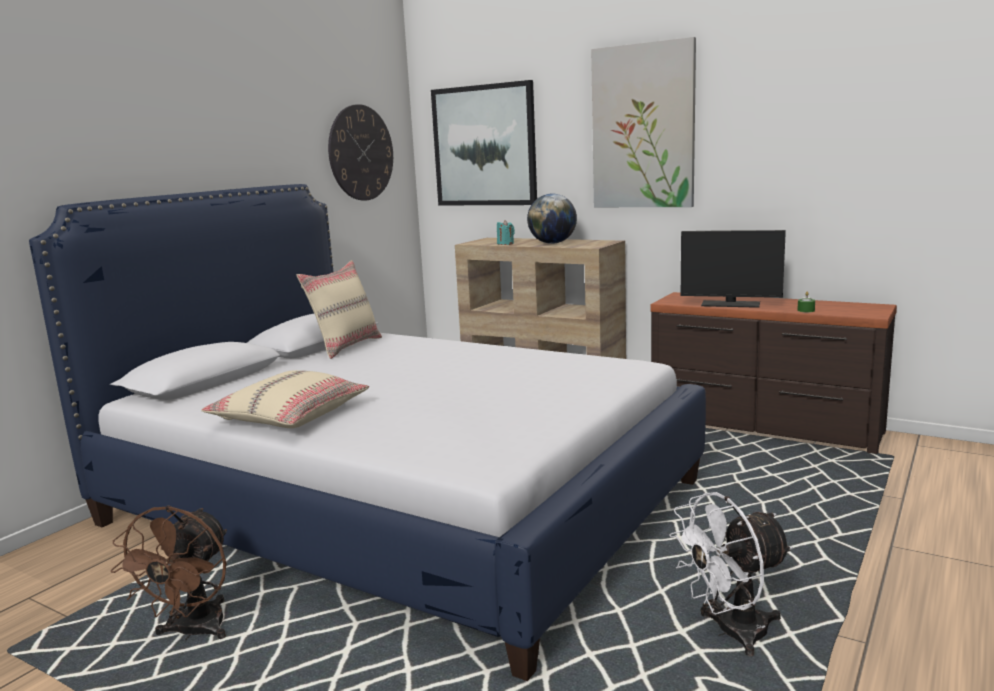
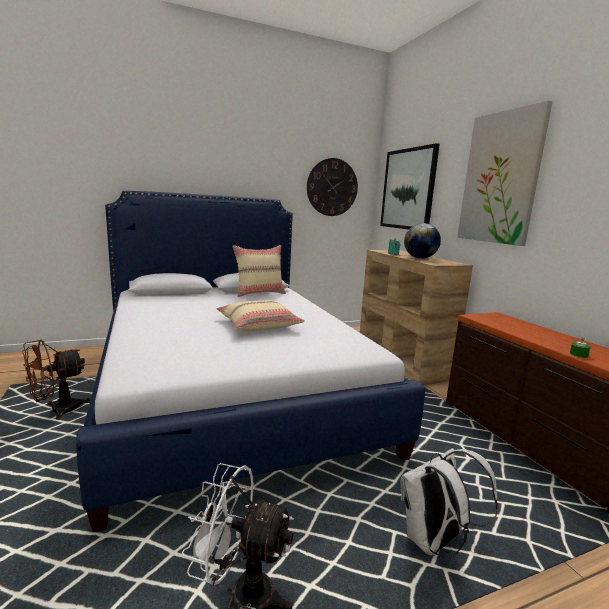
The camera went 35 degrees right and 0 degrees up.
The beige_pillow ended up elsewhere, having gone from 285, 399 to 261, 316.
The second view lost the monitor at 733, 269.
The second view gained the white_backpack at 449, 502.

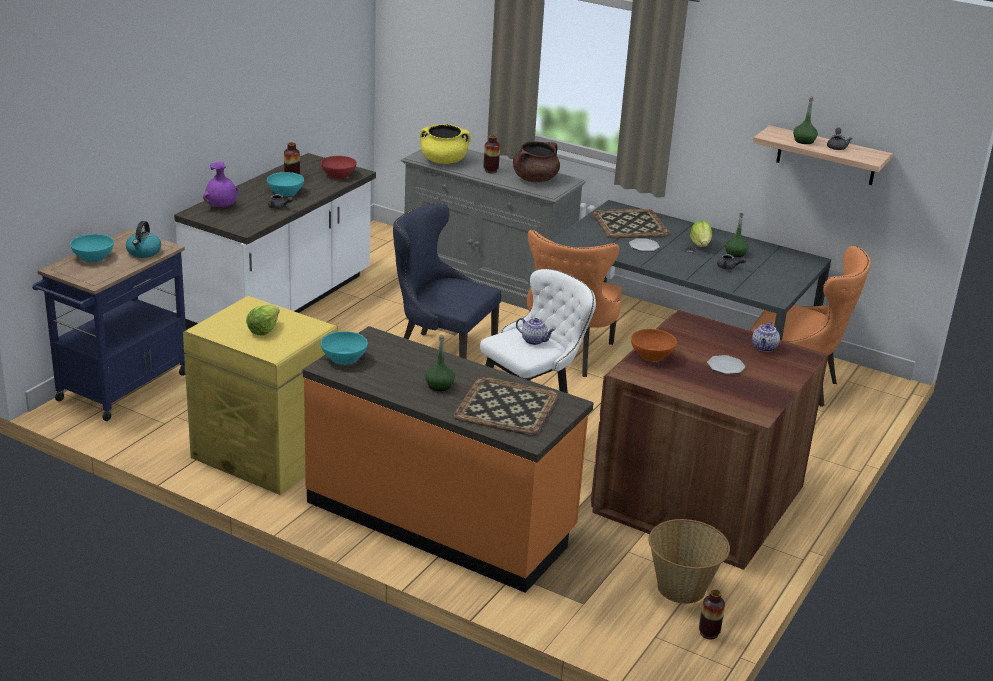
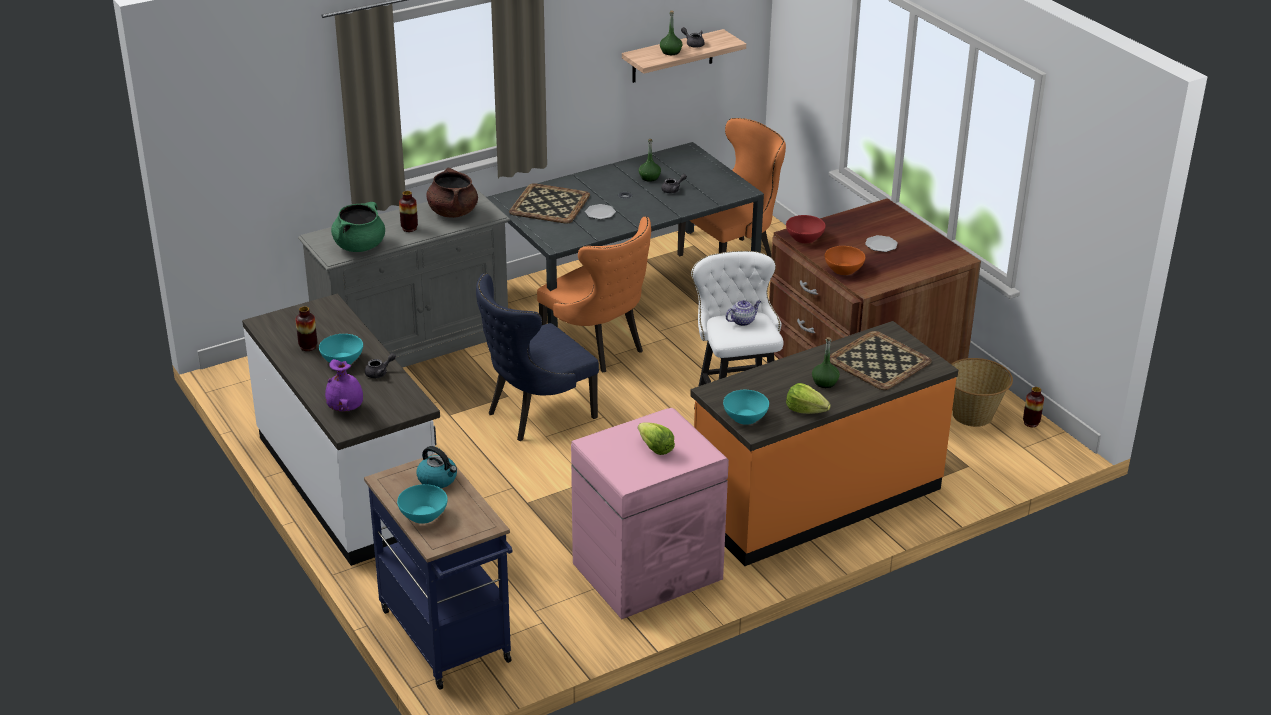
The camera went 60 degrees left and 5 degrees up.
What was the yellow_washing_machine at 260, 395 turned into the pink_washing_machine at 650, 513.
The red_bowl ended up elsewhere, having gone from 339, 167 to 806, 229.
What was the yellow_cooking_pot at 445, 144 turned into the green_cooking_pot at 358, 227.
The lettuce ended up elsewhere, having gone from 701, 233 to 808, 398.
The second view lost the teapot at 766, 336.

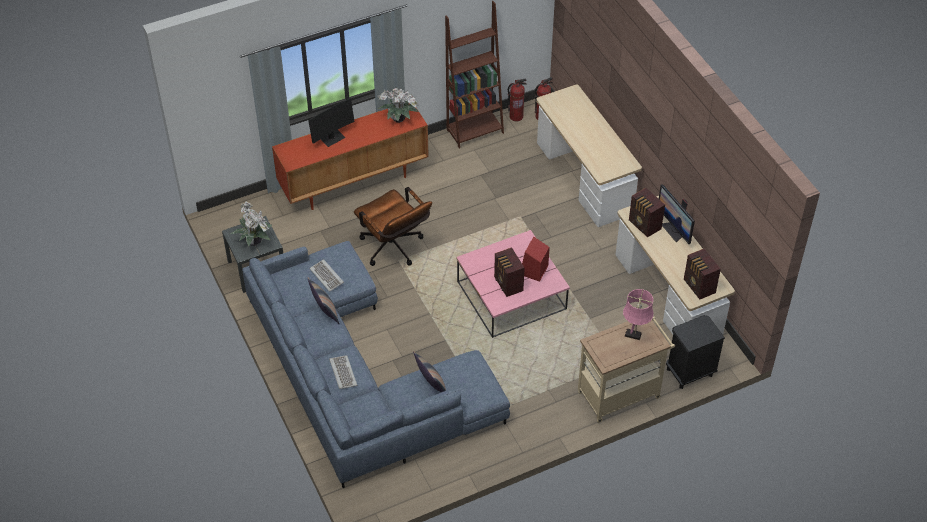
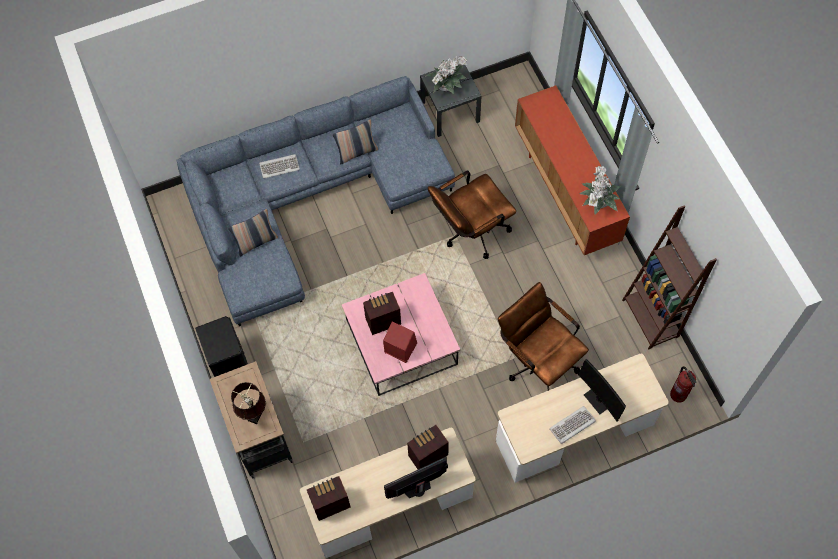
The camera went 95 degrees right and 15 degrees up.
The monitor ended up elsewhere, having gone from 331, 122 to 602, 390.
The keyboard ended up elsewhere, having gone from 327, 275 to 572, 425.
The second view lost the fire_extinguisher at 517, 99.
What was the beige_cart at 626, 370 turned into the black_cart at 251, 420.
What was the pink_table_lamp at 638, 314 turned into the brown_table_lamp at 248, 403.
The black_nightstand ended up elsewhere, having gone from 695, 352 to 221, 346.
The second view gained the brown_office_chair at 543, 336.

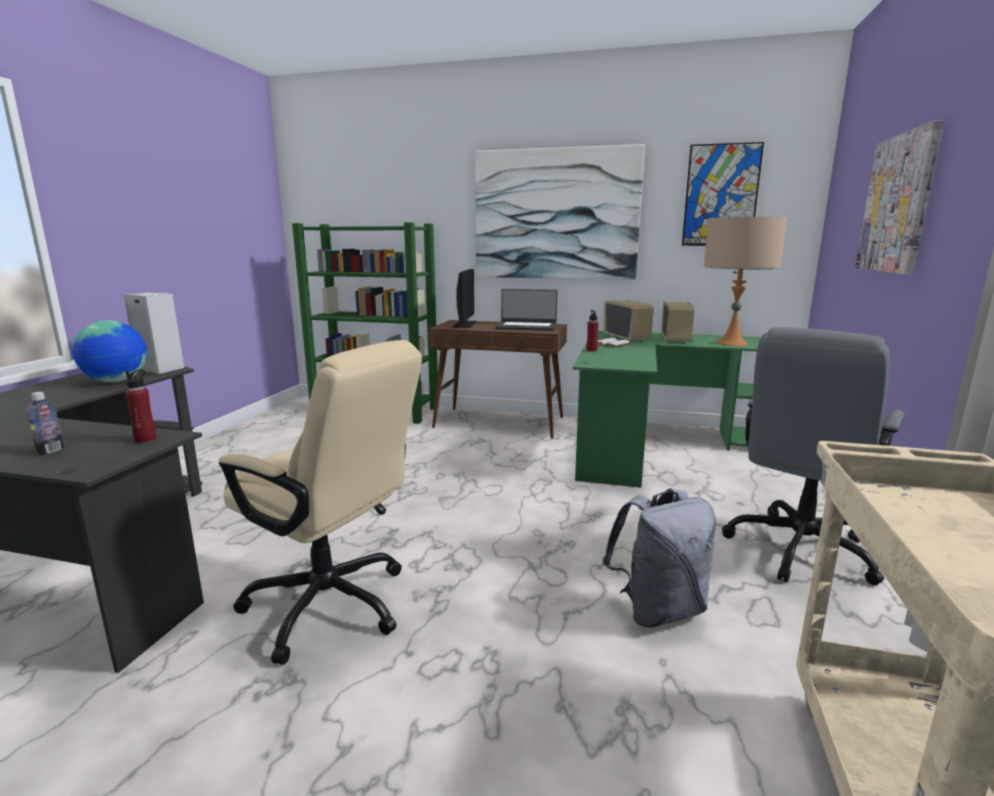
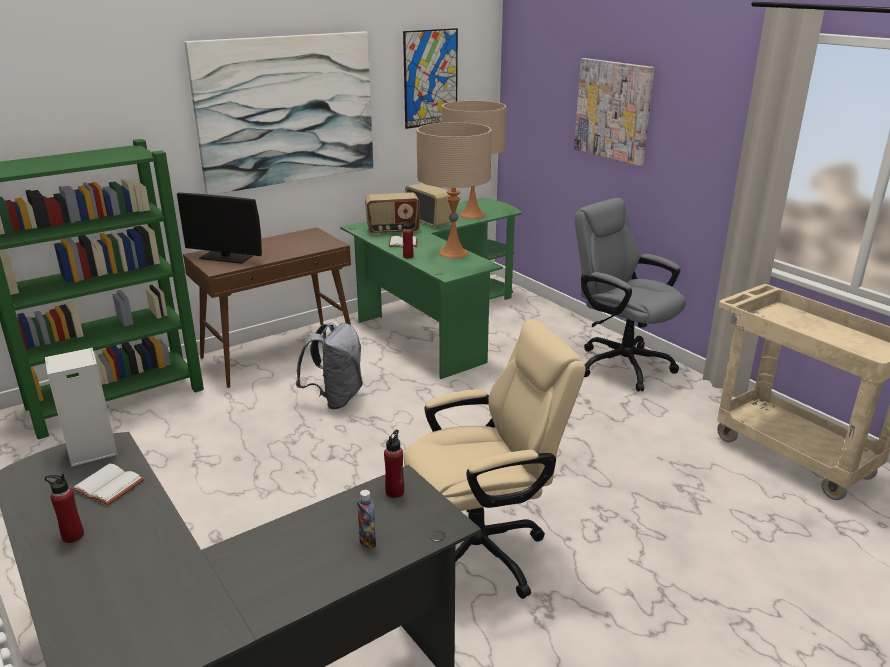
The camera went 50 degrees left and 10 degrees up.
Where the globe stood at 109, 351, the white_book came to stand at 108, 484.
The monitor at 465, 298 ended up facing another way, 150 degrees clockwise from before.
The second view lost the laptop at 526, 310.
The grey_backpack ended up elsewhere, having gone from 659, 558 to 329, 365.
The radio at 628, 321 ended up facing another way, 150 degrees clockwise from before.
The grey_office_chair at 813, 456 ended up facing another way, 150 degrees clockwise from before.
The second view gained the red_bottle at 64, 508.
The second view gained the beige_table_lamp at 454, 190.

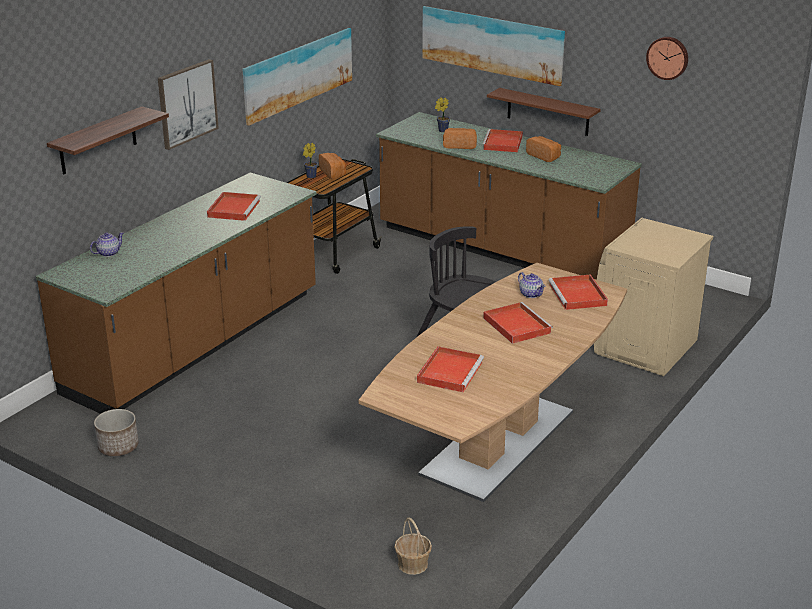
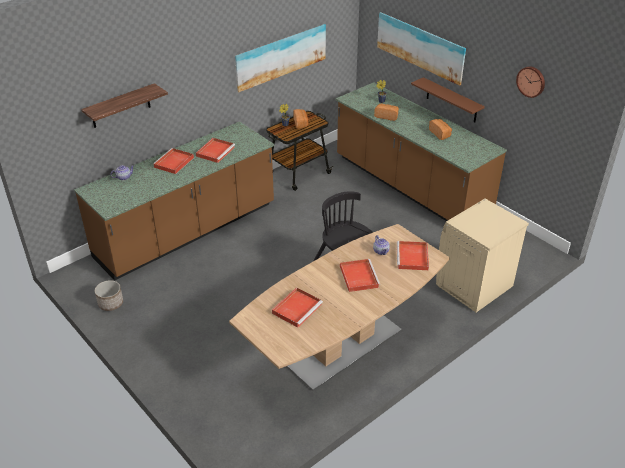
The camera went 15 degrees right and 10 degrees up.
The second view lost the picture at 188, 104.
The second view lost the basket at 413, 546.
The red_tray ended up elsewhere, having gone from 502, 140 to 173, 161.

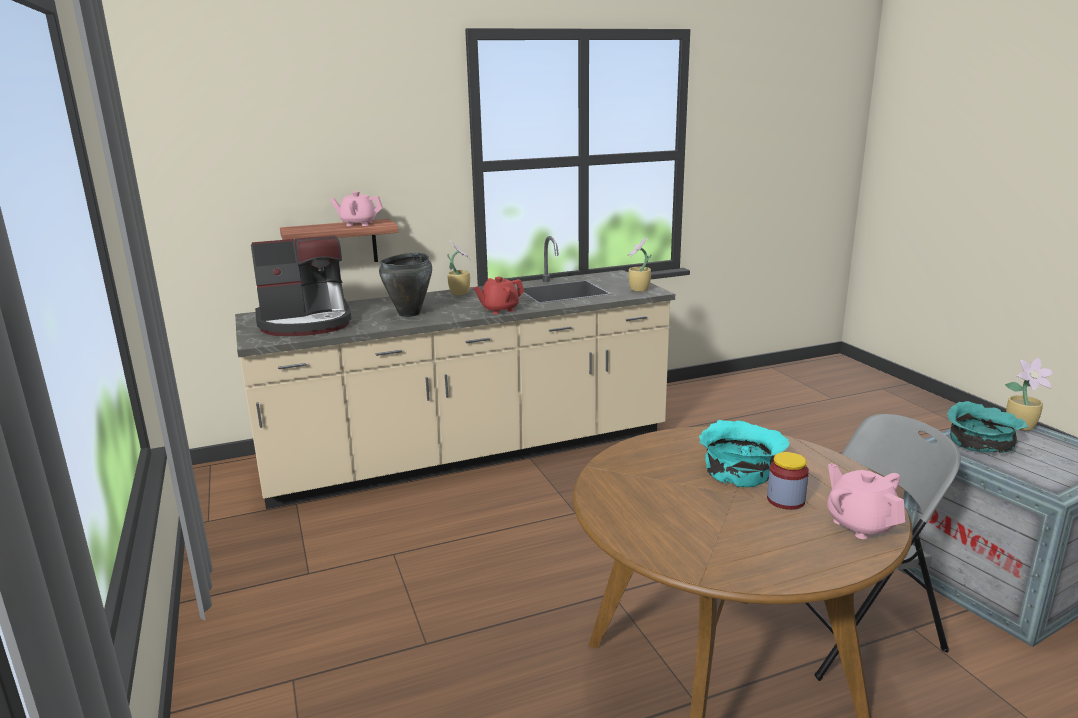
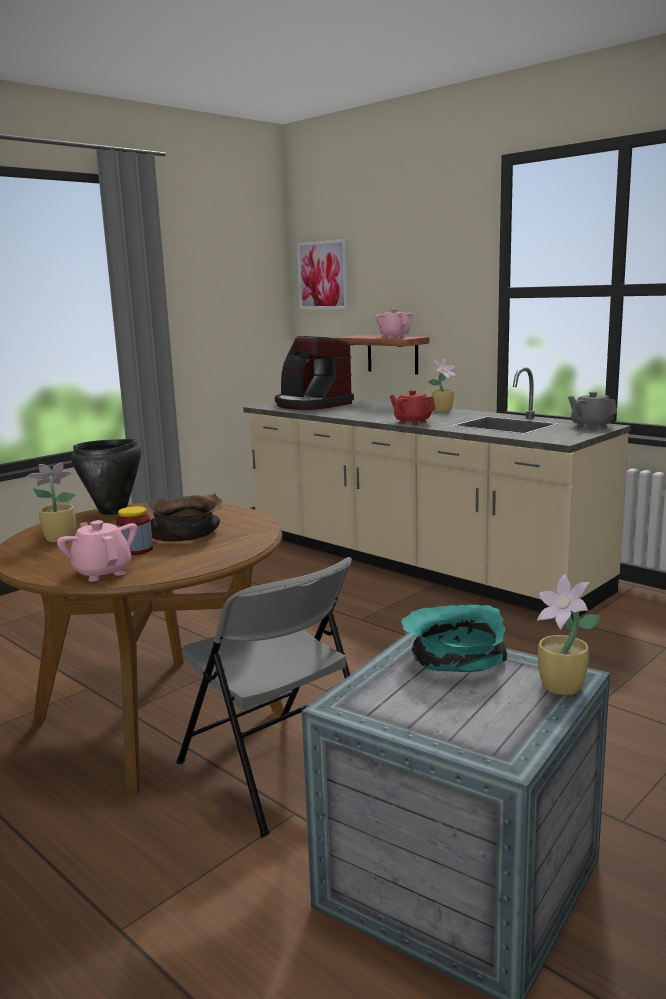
The camera went 65 degrees right and 5 degrees down.
The black_cooking_pot ended up elsewhere, having gone from 405, 284 to 106, 477.
The potted_plant ended up elsewhere, having gone from 639, 264 to 51, 502.
What was the turquoise_bowl at 744, 453 turned into the brown_bowl at 183, 517.
The pink_teapot at 866, 501 ended up facing another way, 75 degrees counterclockwise from before.
The second view gained the picture at 323, 274.
The second view gained the grey_teapot at 592, 410.

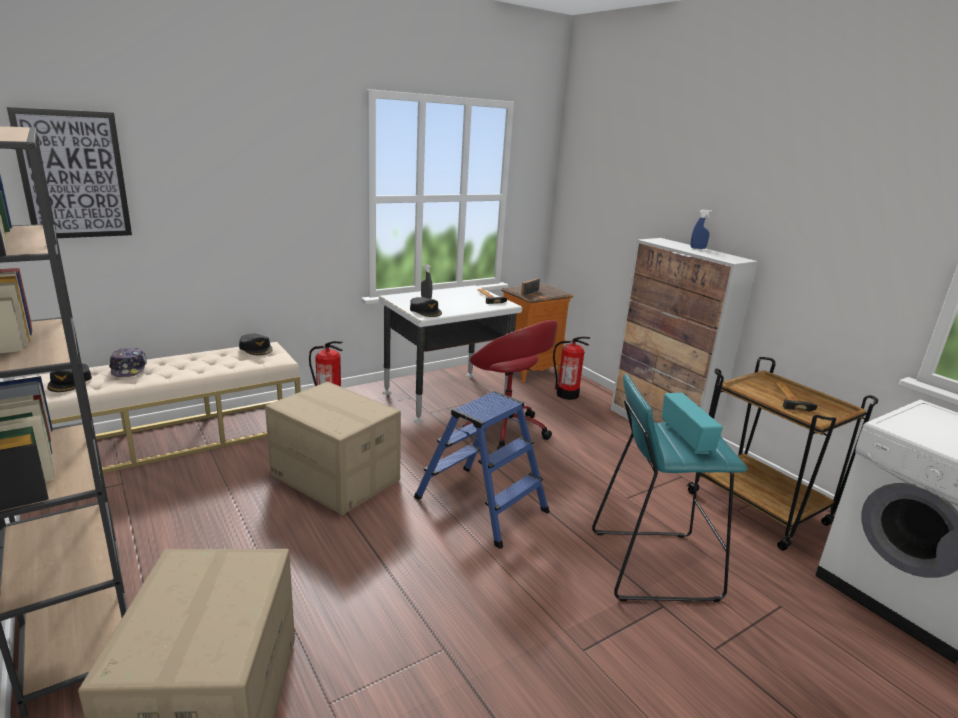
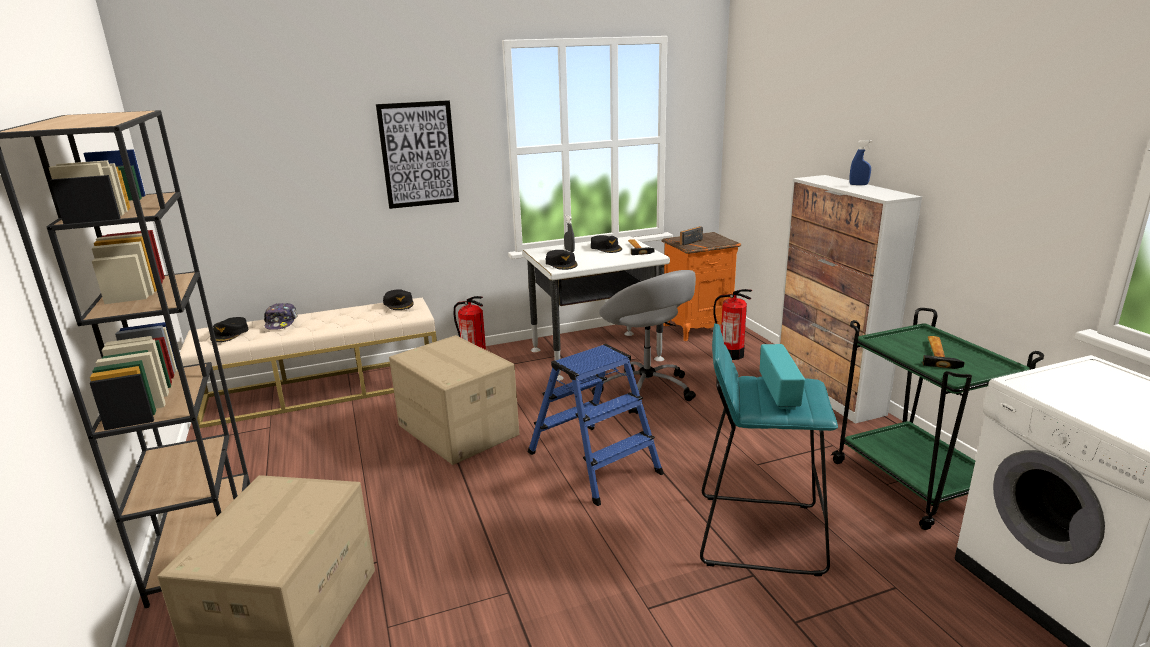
The camera went 15 degrees right and 0 degrees up.
The picture ended up elsewhere, having gone from 69, 172 to 417, 154.
What was the red_office_chair at 509, 385 turned into the grey_office_chair at 644, 342.
What was the brown_cart at 782, 453 turned into the green_cart at 937, 419.
The second view gained the black_cap at 606, 244.

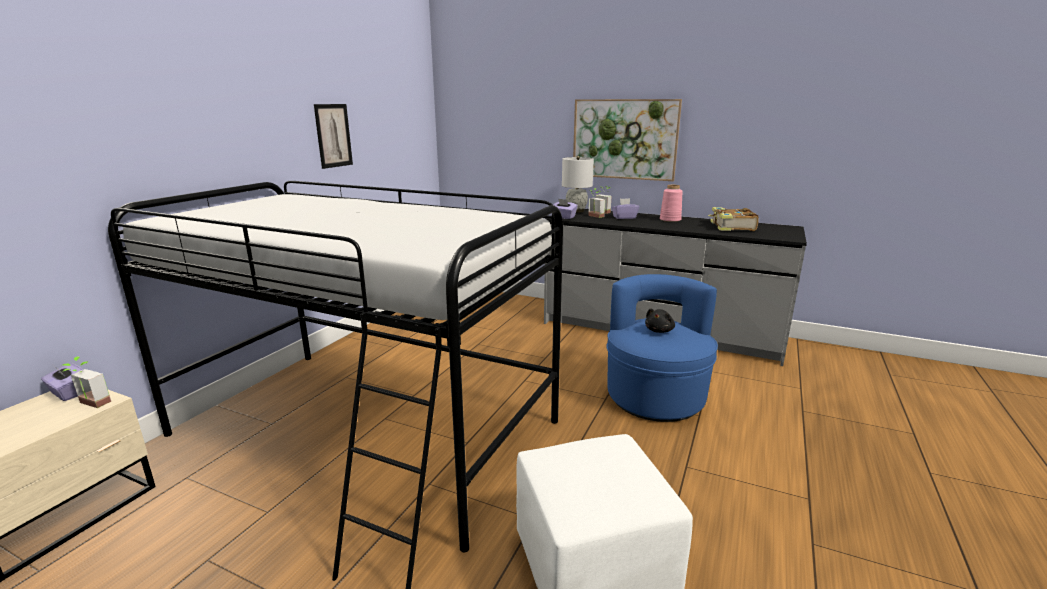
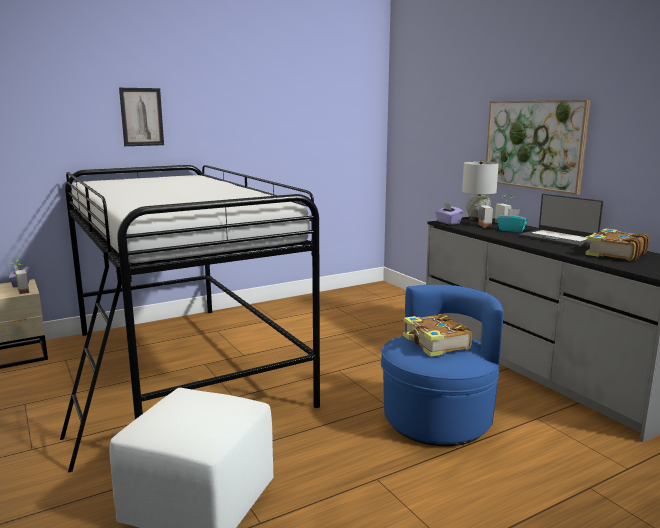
The camera went 35 degrees right and 5 degrees down.
The picture ended up elsewhere, having gone from 333, 136 to 141, 117.
What was the purple_tissue_box at 625, 208 turned into the turquoise_tissue_box at 512, 220.
Where the black_plush_toy stood at 660, 320, the book came to stand at 437, 335.
Where the pink_vase stood at 671, 203, the laptop came to stand at 561, 220.

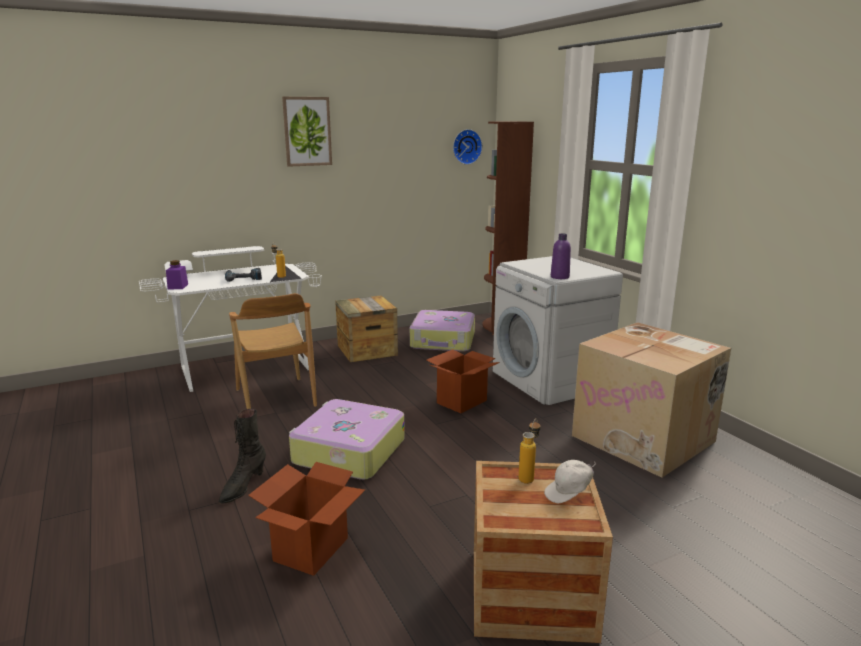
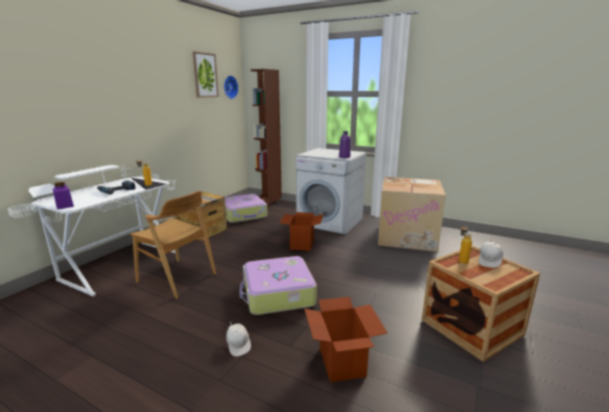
The camera went 35 degrees left and 0 degrees up.
Where the black_boot stood at 242, 456, the white_cap came to stand at 238, 339.
The picture ended up elsewhere, having gone from 307, 132 to 206, 74.

